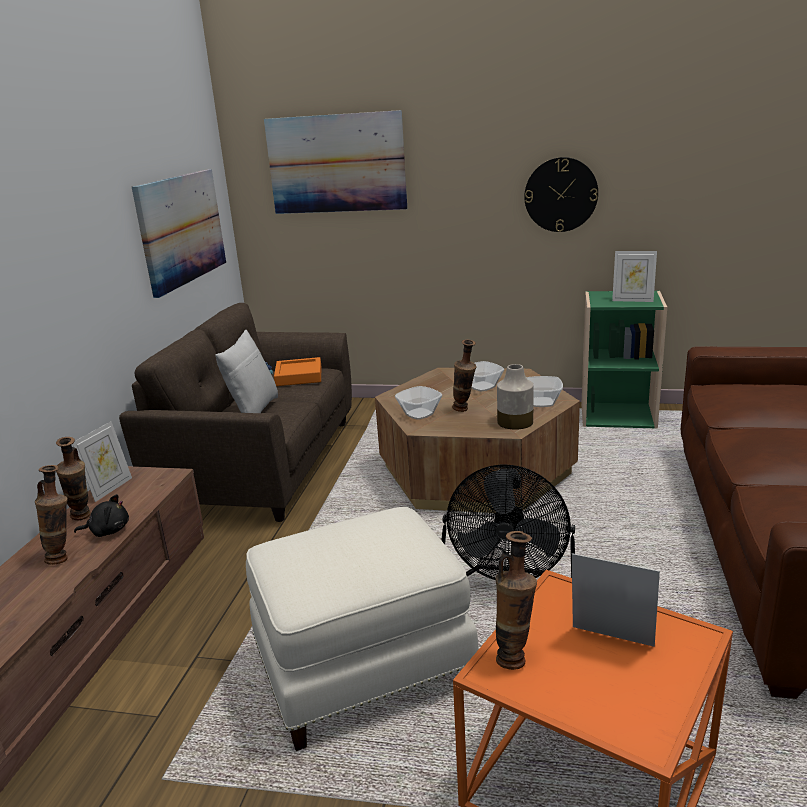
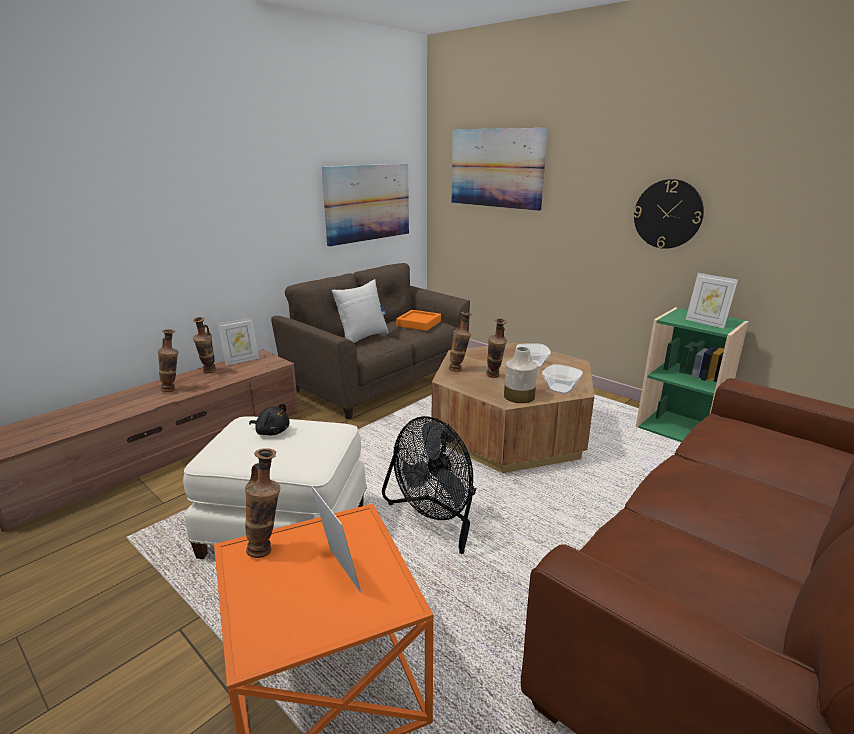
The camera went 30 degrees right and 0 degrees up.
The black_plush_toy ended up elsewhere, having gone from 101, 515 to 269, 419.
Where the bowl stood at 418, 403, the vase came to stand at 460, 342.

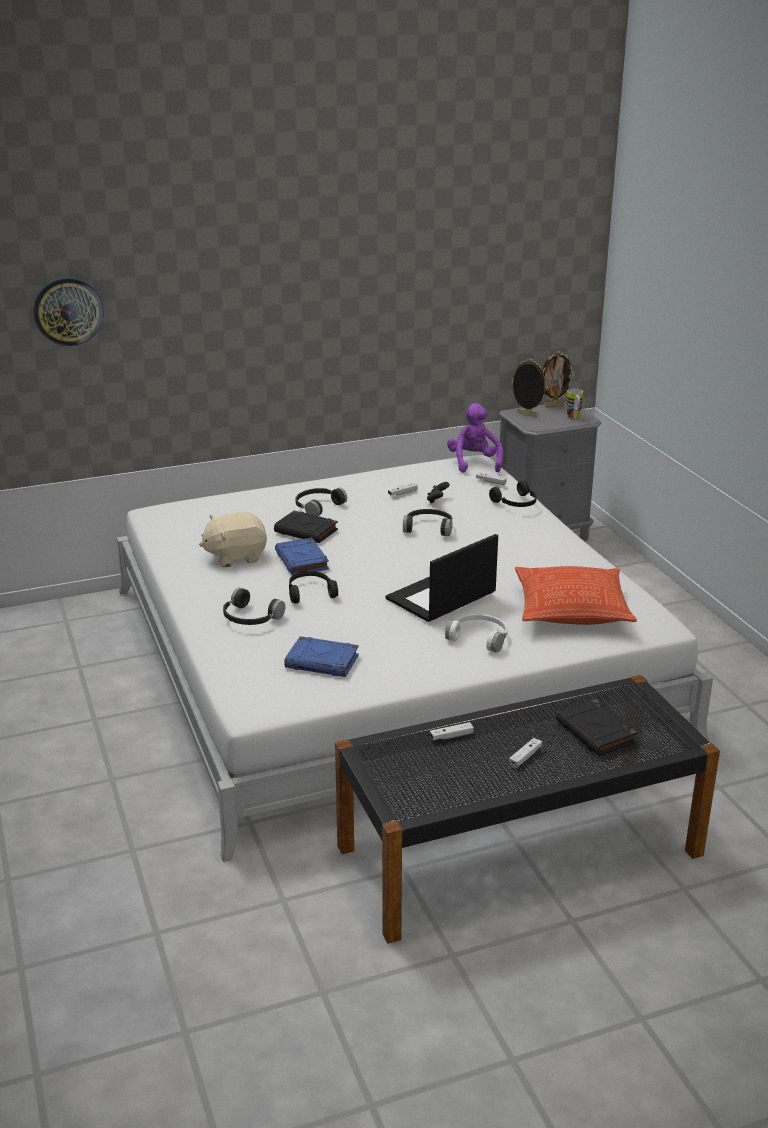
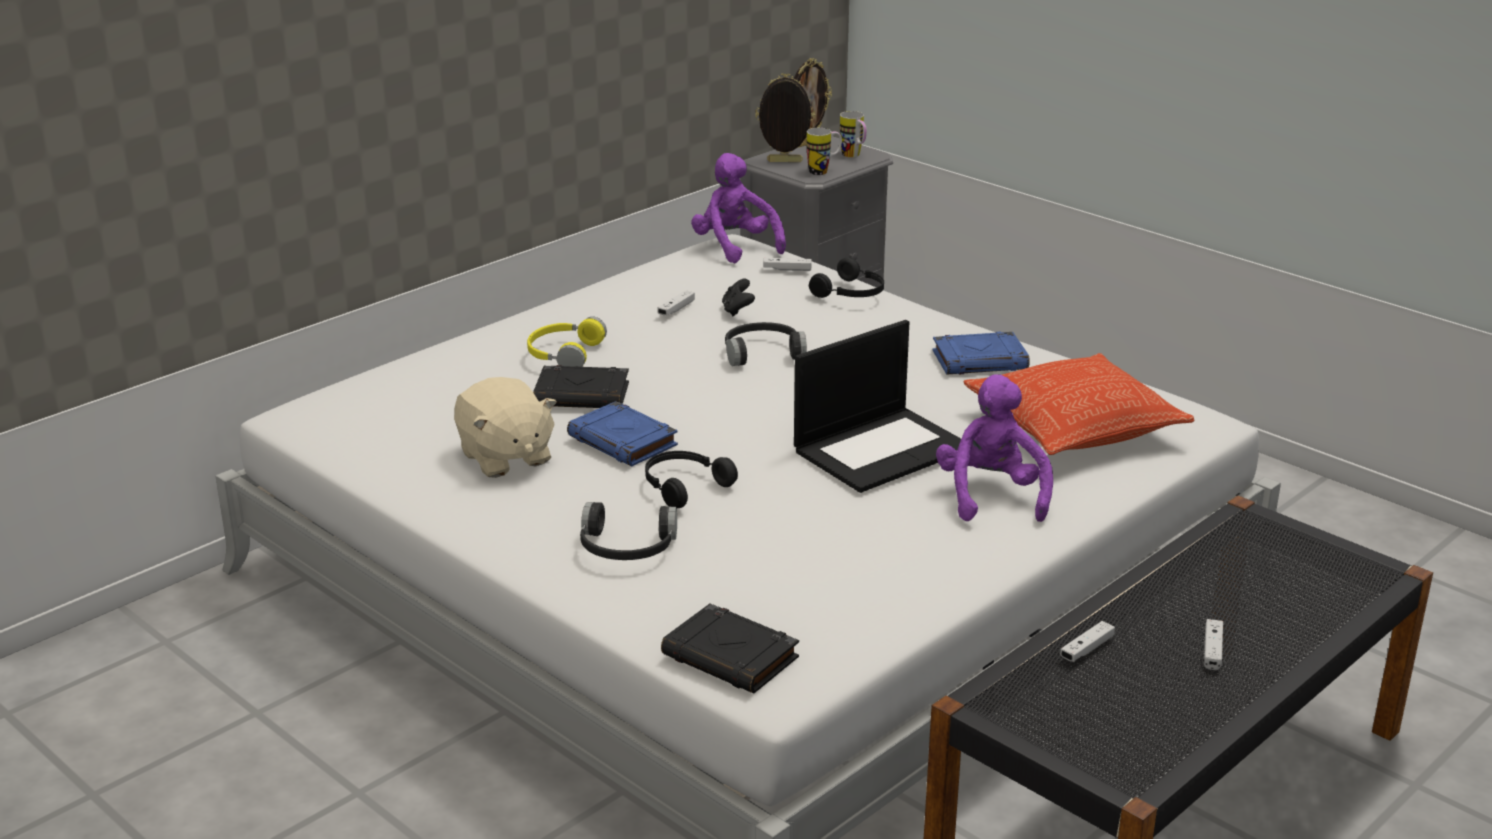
The camera went 25 degrees left and 0 degrees up.
The second view lost the wall_clock at 68, 311.
The beige_plush_toy at 233, 539 ended up facing another way, 75 degrees counterclockwise from before.
The blue_book ended up elsewhere, having gone from 321, 656 to 981, 353.
What was the black_headphones at 321, 502 turned into the yellow_headphones at 567, 342.
The laptop at 441, 578 ended up facing another way, 150 degrees counterclockwise from before.
Where the white_headphones stood at 476, 633, the purple_plush_toy came to stand at 994, 448.
The black_book ended up elsewhere, having gone from 597, 727 to 730, 648.
The second view gained the mug at 824, 151.

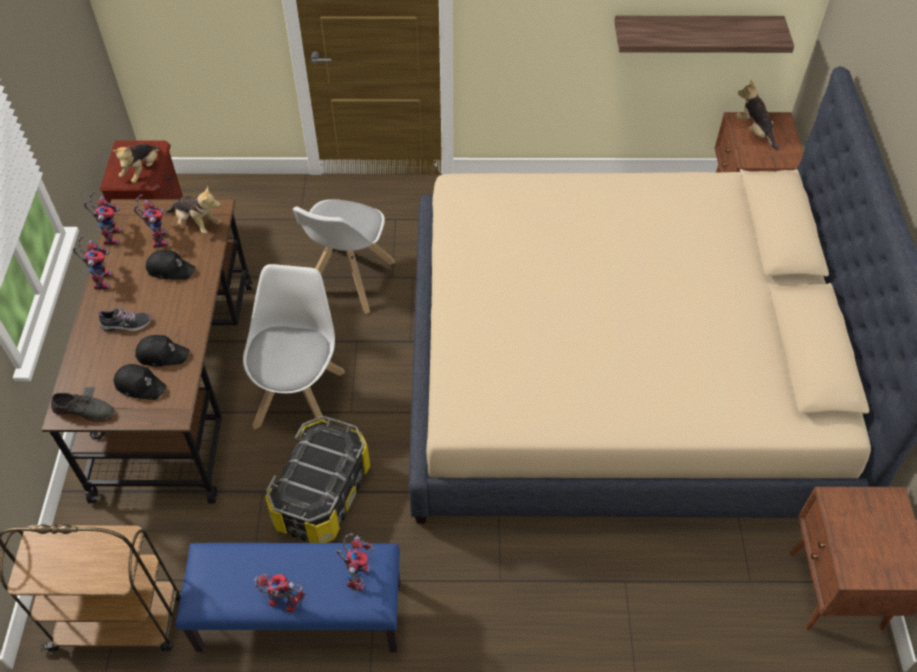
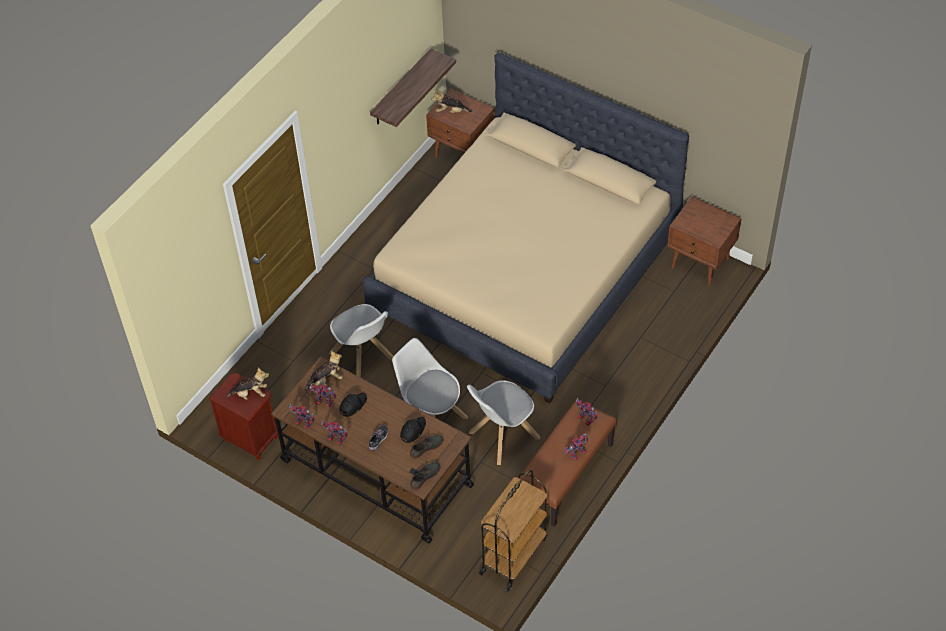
The camera went 55 degrees left and 0 degrees up.
The plush_toy at 136, 163 ended up facing another way, 60 degrees counterclockwise from before.
Where the black_cap stood at 140, 382, the grey_shoe came to stand at 427, 447.
What was the blue_bench at 288, 597 turned into the brown_bench at 568, 463.
Where the storage_box stood at 317, 479, the chair came to stand at 504, 422.

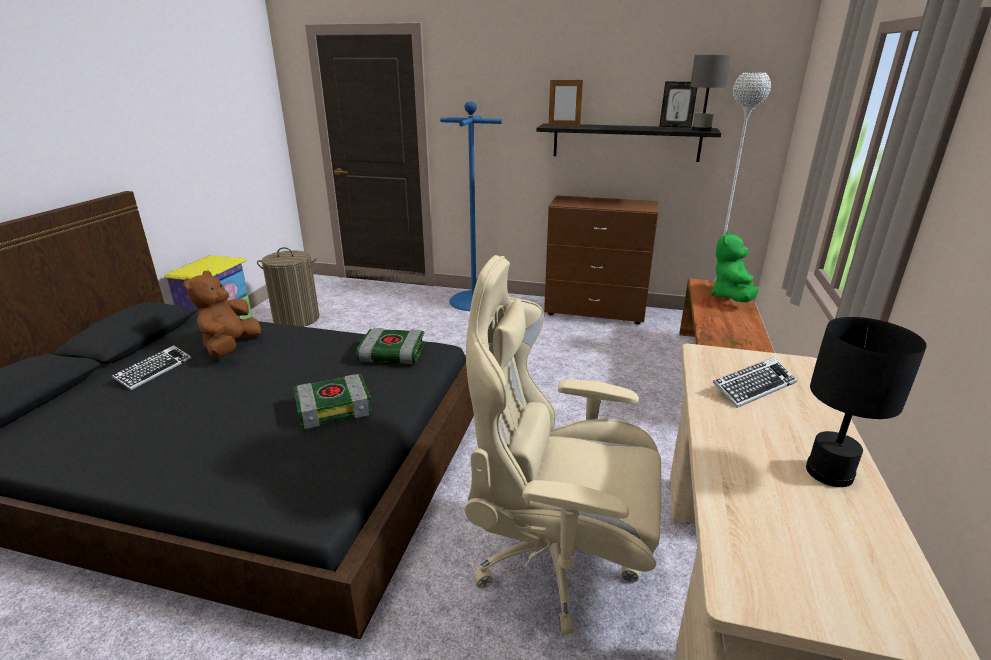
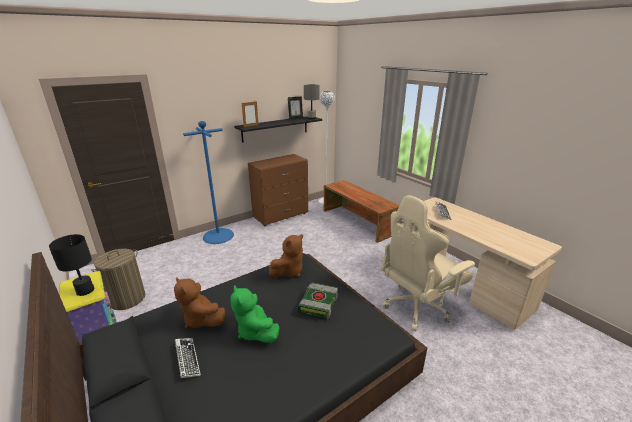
The camera went 50 degrees left and 0 degrees up.
Where the book stood at 390, 346, the brown_plush_toy came to stand at 286, 256.
The green_plush_toy ended up elsewhere, having gone from 734, 267 to 254, 314.
The black_table_lamp ended up elsewhere, having gone from 866, 402 to 71, 265.

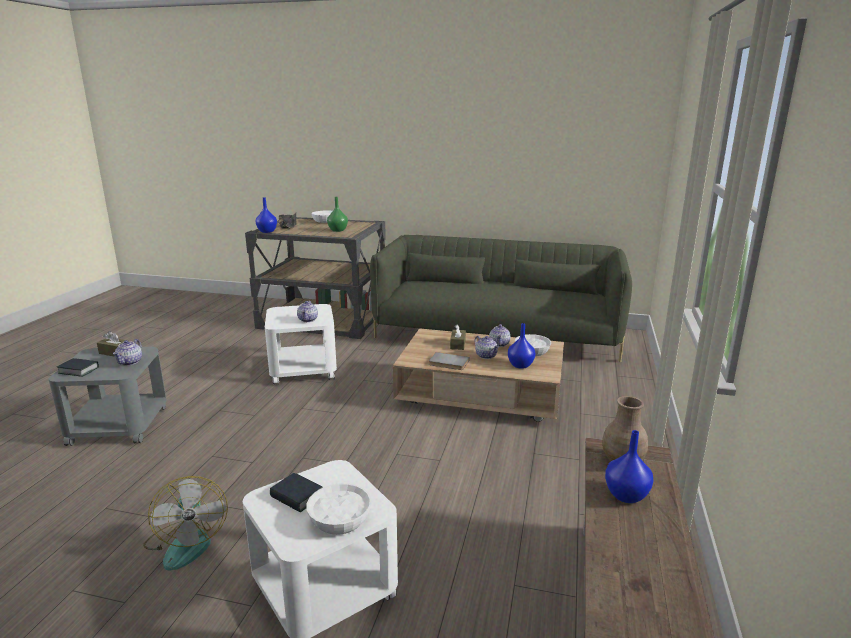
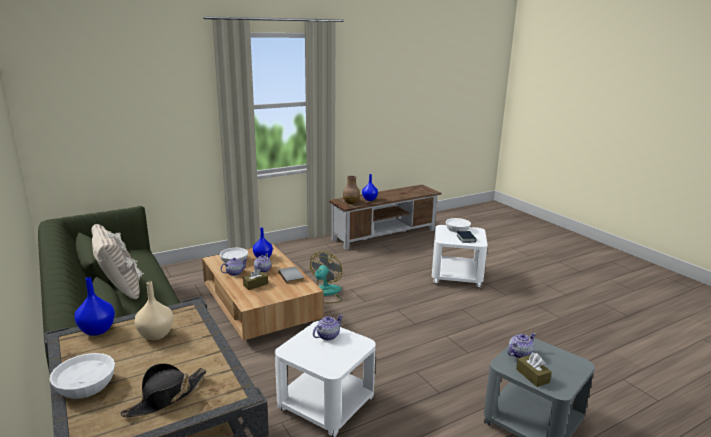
The camera went 135 degrees left and 0 degrees up.
The second view lost the book at 78, 367.
The fan ended up elsewhere, having gone from 185, 523 to 326, 277.
The blue_vase ended up elsewhere, having gone from 266, 215 to 94, 306.
What was the green_vase at 337, 214 turned into the beige_vase at 153, 311.
The second view gained the beige_pillow at 117, 261.

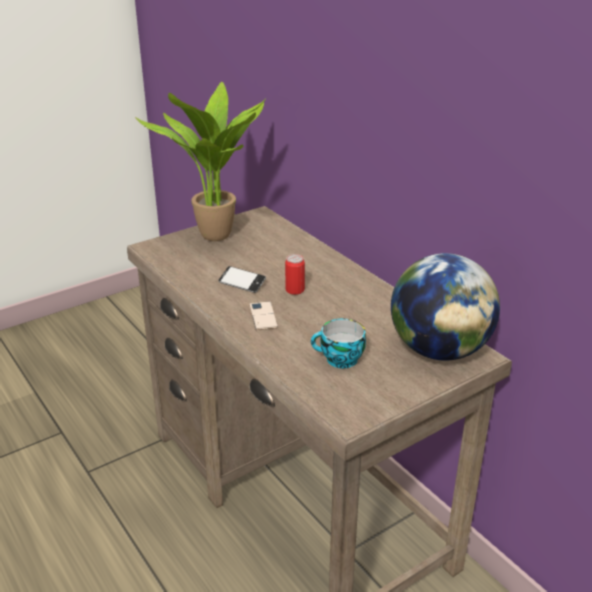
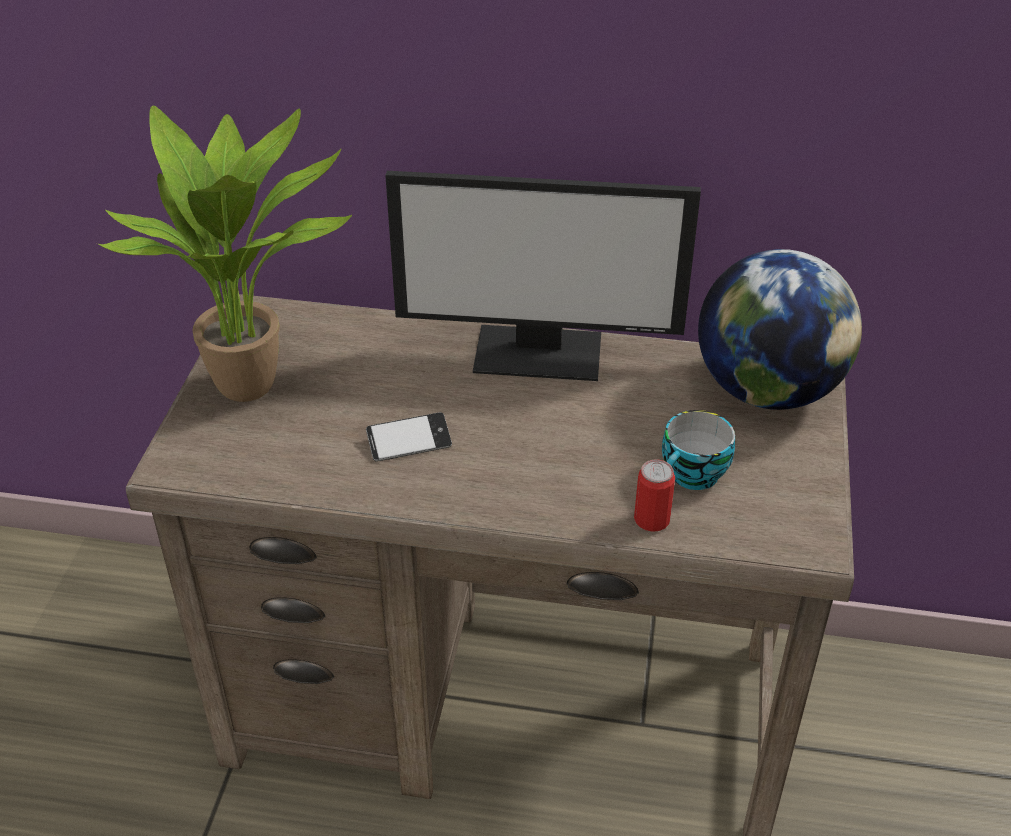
The camera went 45 degrees left and 10 degrees up.
The second view lost the phone at 263, 315.
The can ended up elsewhere, having gone from 295, 274 to 654, 495.
The second view gained the monitor at 543, 276.

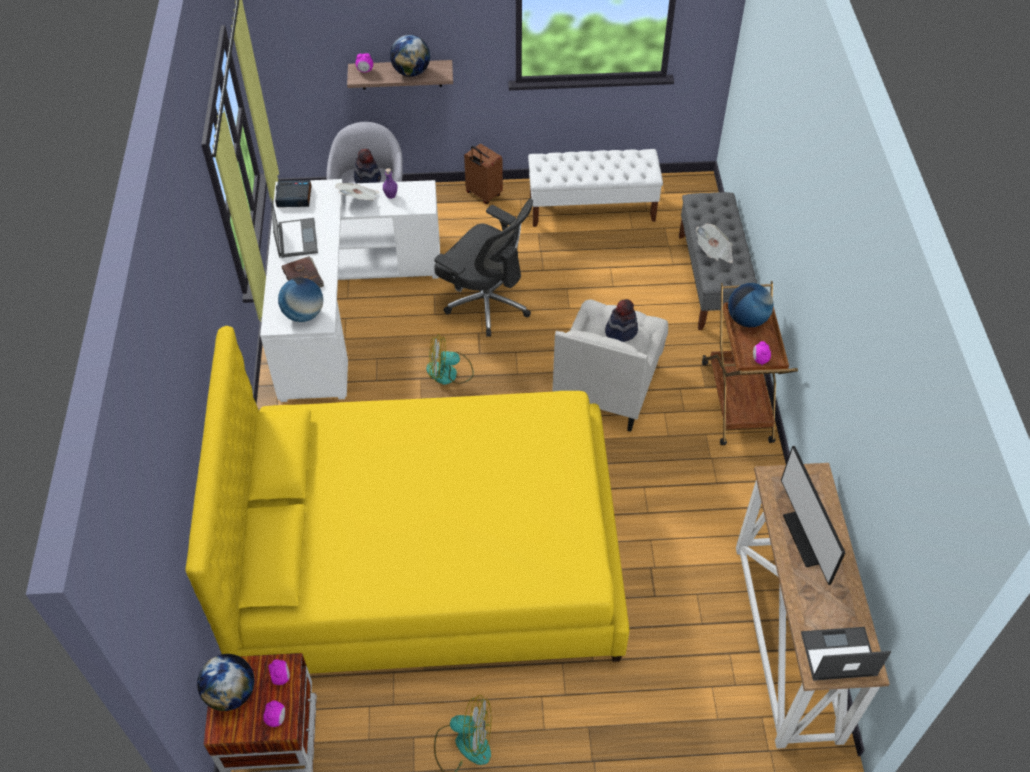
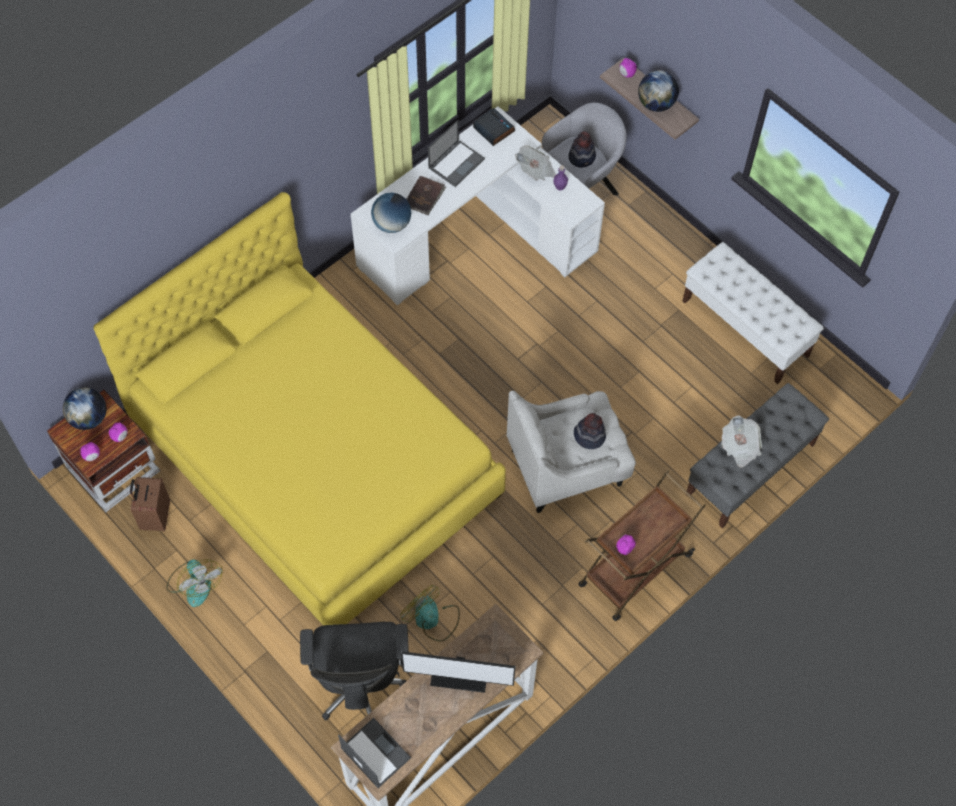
The camera went 50 degrees right and 10 degrees up.
The fan ended up elsewhere, having gone from 450, 359 to 430, 613.
The office_chair ended up elsewhere, having gone from 483, 267 to 354, 671.
The brown_suitcase ended up elsewhere, having gone from 483, 174 to 150, 504.
The second view lost the globe at 751, 305.
The monitor at 813, 515 ended up facing another way, 120 degrees counterclockwise from before.

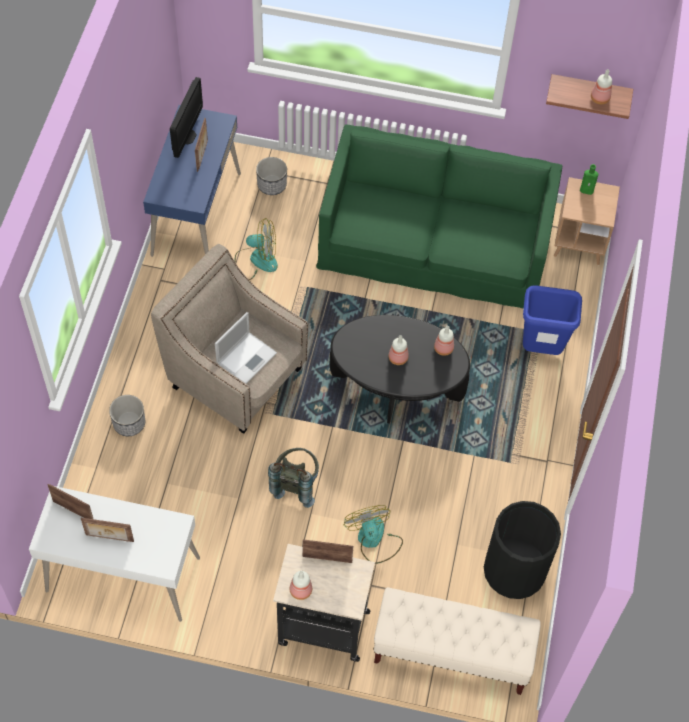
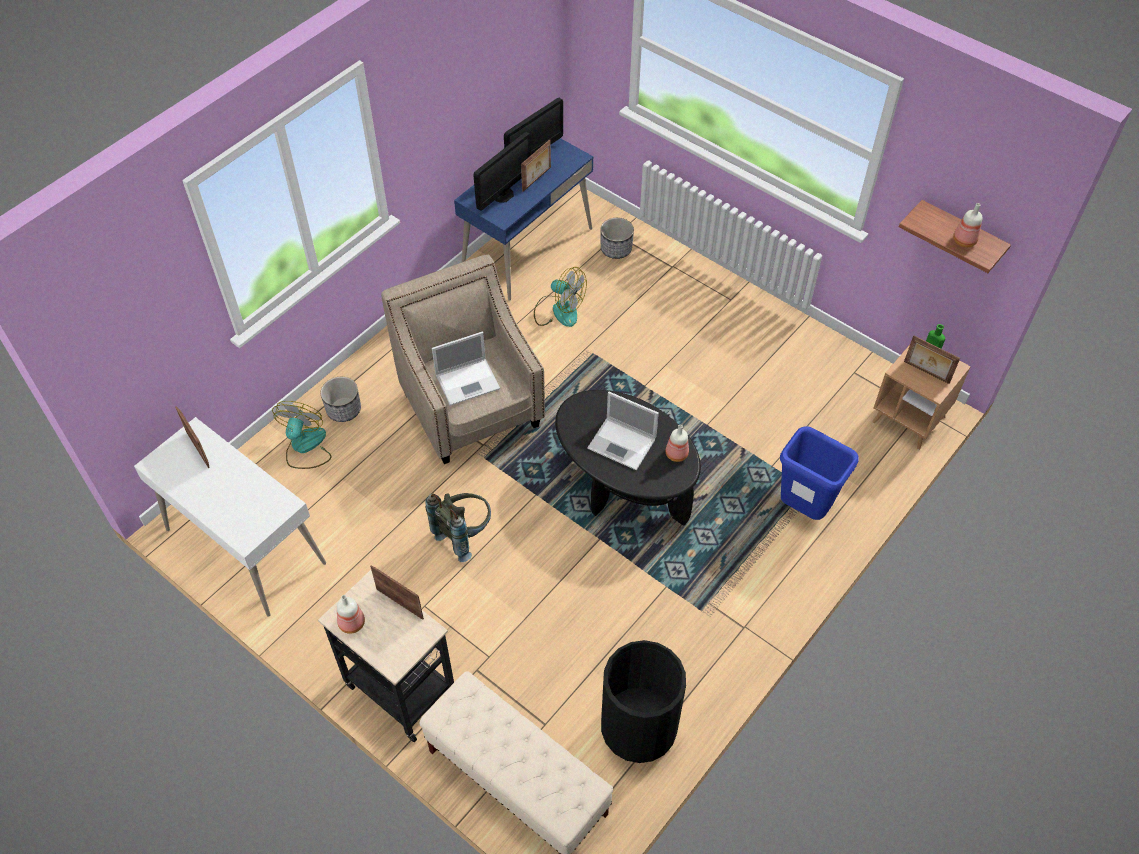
The camera went 30 degrees right and 5 degrees down.
The picture_frame ended up elsewhere, having gone from 107, 530 to 932, 359.
The second view lost the green_sofa at 439, 216.
The fan ended up elsewhere, having gone from 373, 534 to 302, 435.
Where the bottle stood at 399, 350, the laptop came to stand at 623, 431.
The second view gained the monitor at 502, 171.

